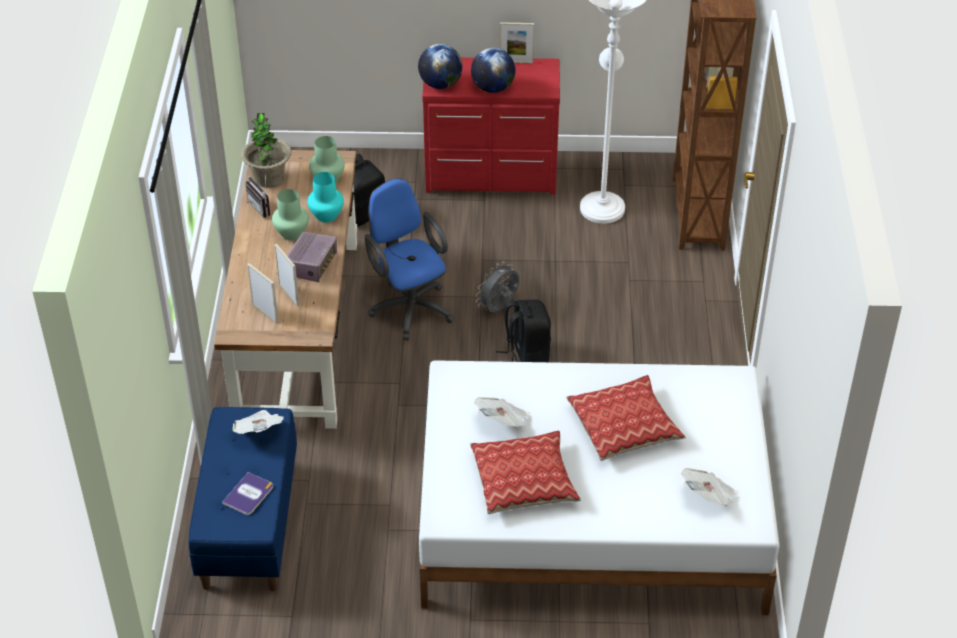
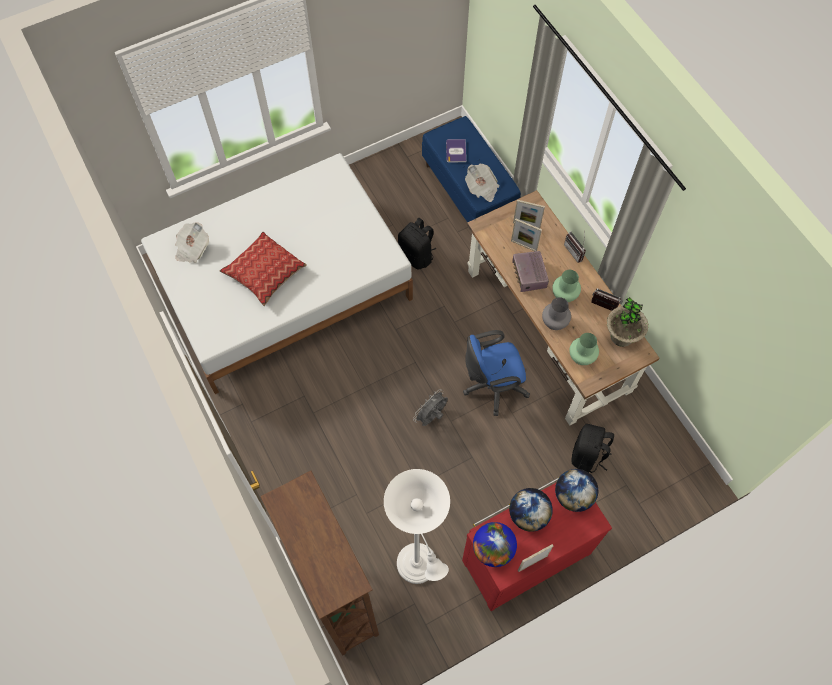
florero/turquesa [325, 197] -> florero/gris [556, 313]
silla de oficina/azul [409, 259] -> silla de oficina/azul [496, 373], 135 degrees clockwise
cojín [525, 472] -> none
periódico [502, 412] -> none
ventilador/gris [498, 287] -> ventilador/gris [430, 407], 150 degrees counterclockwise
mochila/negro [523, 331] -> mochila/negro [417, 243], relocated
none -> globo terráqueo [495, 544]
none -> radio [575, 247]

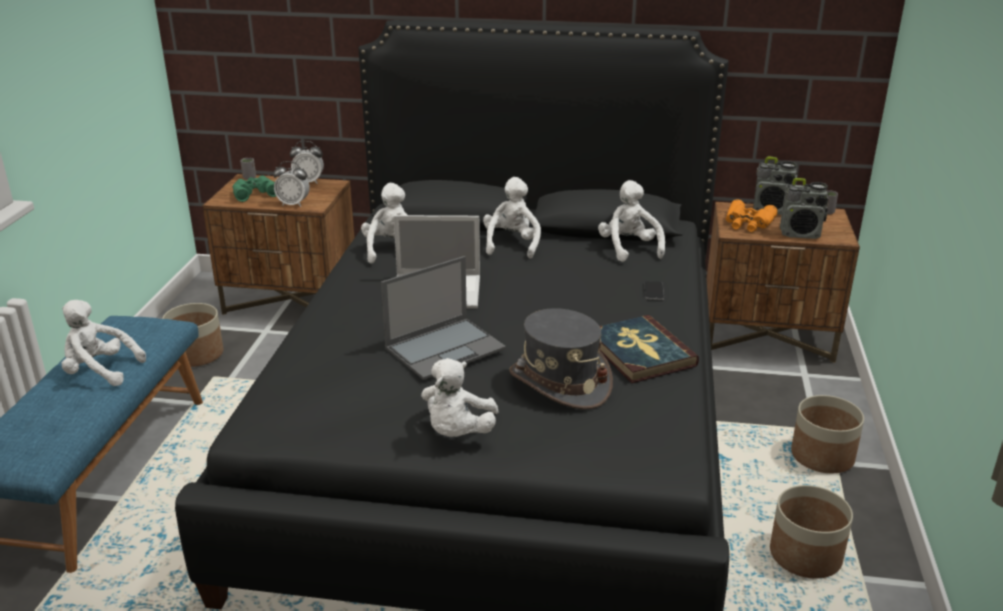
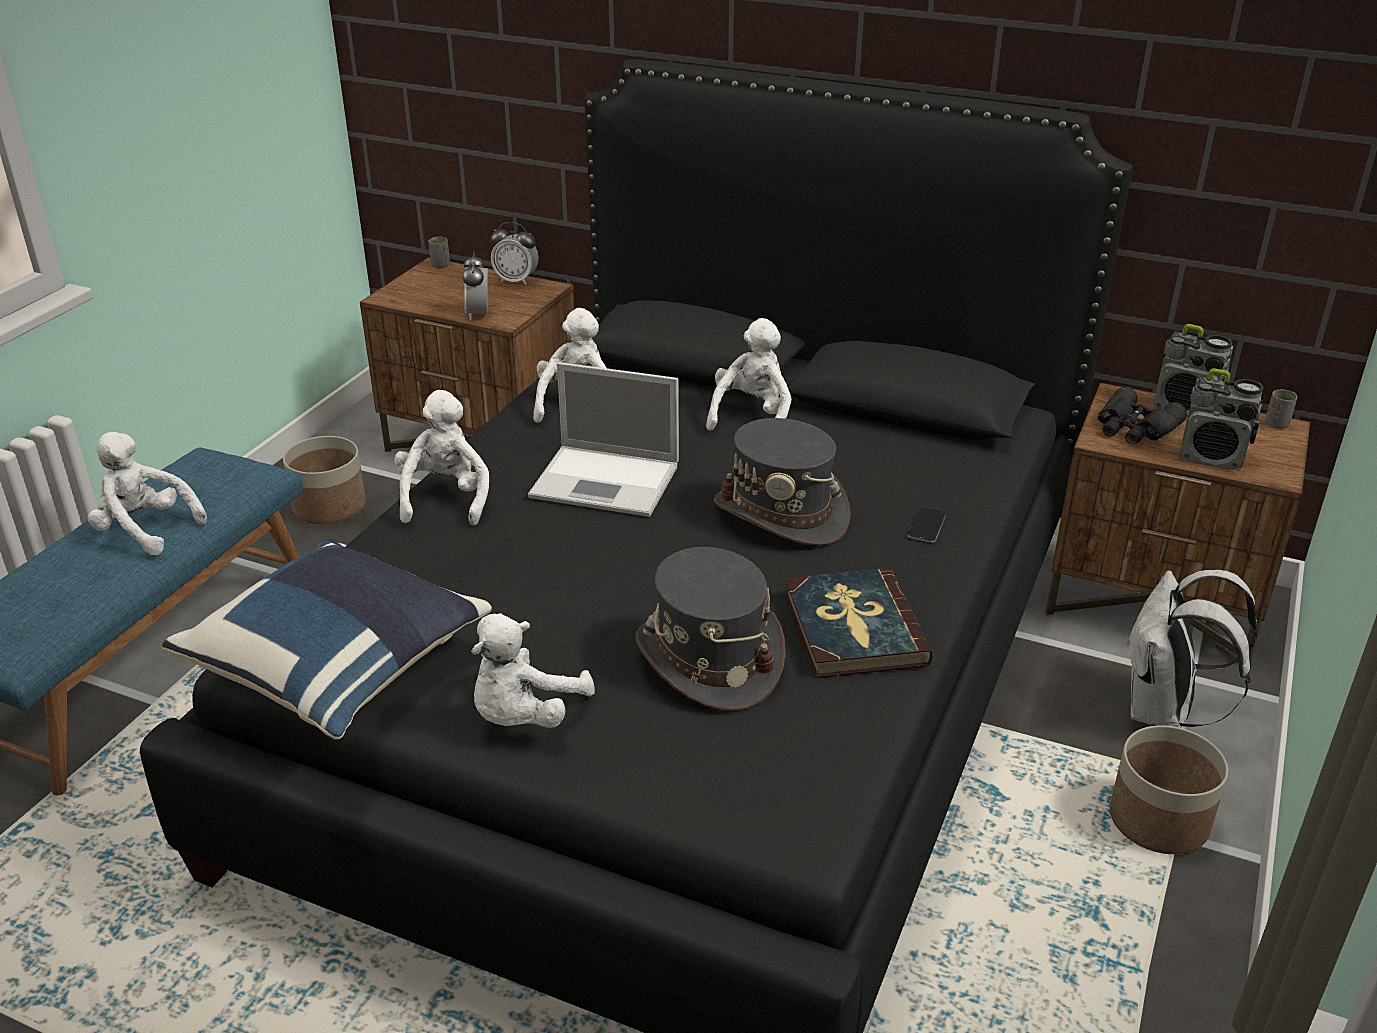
prismáticos/verde [254, 188] -> none
despertador [291, 184] -> despertador [475, 286], 60 degrees clockwise
portátil [443, 318] -> none
peluche/blanco [631, 221] -> peluche/blanco [441, 458], relocated
prismáticos/naranja [752, 215] -> prismáticos/negro [1142, 415]
maceta [811, 532] -> none
none -> cojín/azul [327, 639]
none -> sombrero/gris [782, 482]
none -> mochila/blanco [1191, 649]

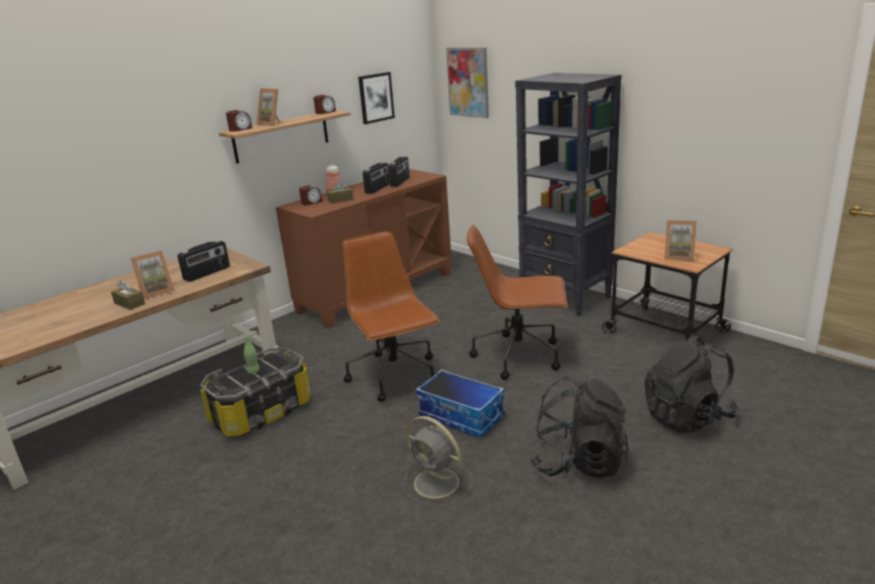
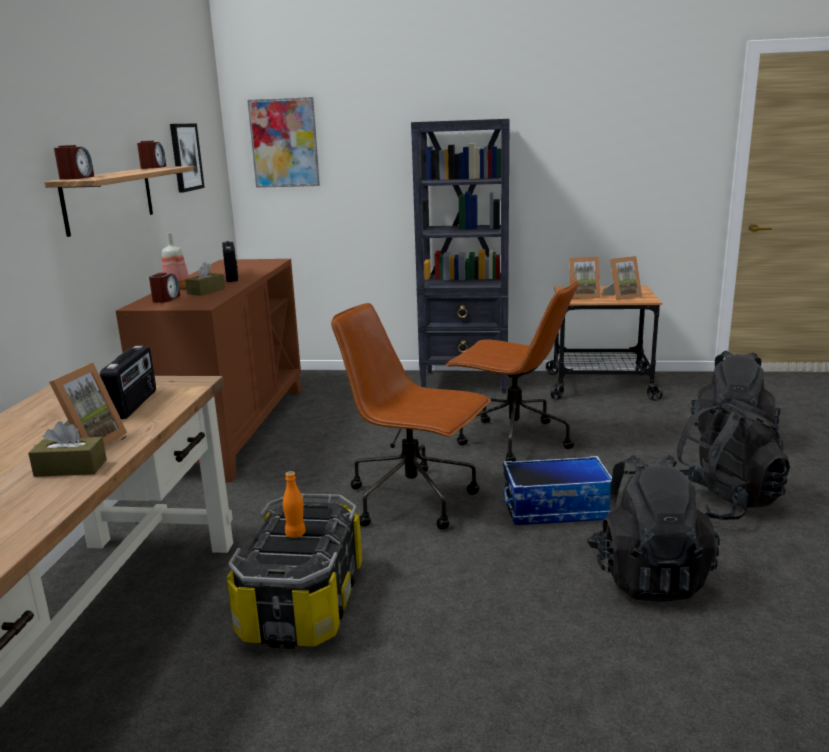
botella/verde [252, 354] -> botella/naranja [294, 504]
portarretratos [268, 107] -> portarretratos [584, 278], relocated
radio [399, 171] -> none
ventilador/gris [438, 461] -> mochila/negro [653, 528]
silla de oficina/marrón [517, 302] -> silla de oficina/marrón [511, 370], 120 degrees counterclockwise

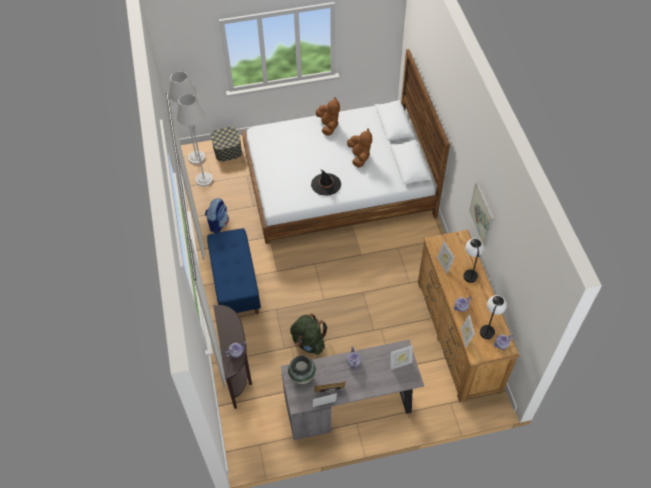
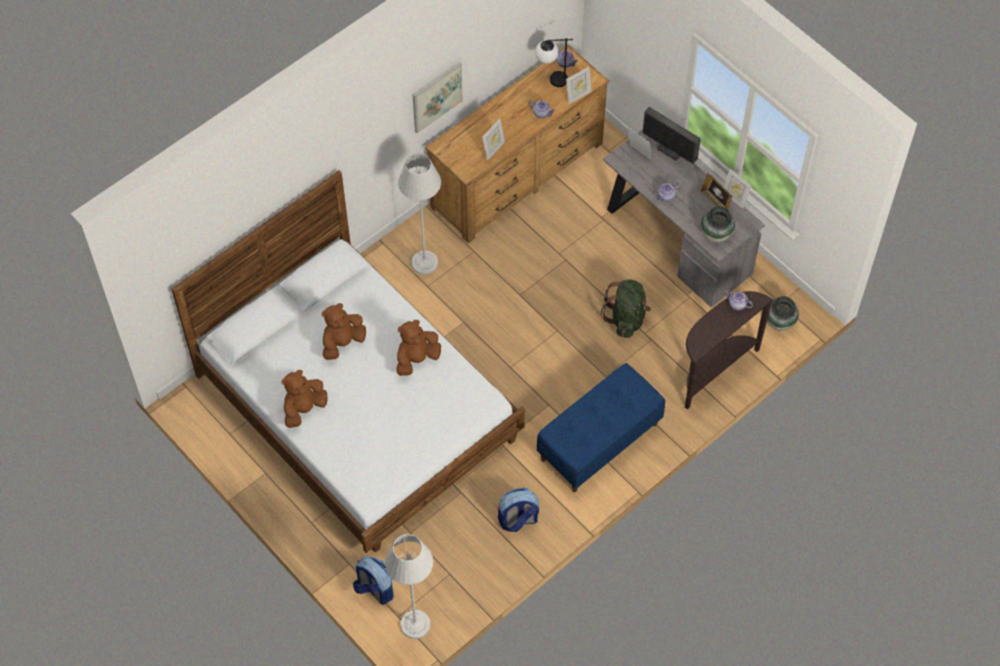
lámpara de pie/gris [194, 140] -> lámpara de pie/gris [419, 213], relocated
caja de almacenaje [226, 144] -> mochila [373, 580]
sombrero/negro [326, 182] -> peluche/marrón [418, 348]
lámpara de mesa [473, 260] -> none
none -> monitor [671, 135]
none -> florero [783, 313]

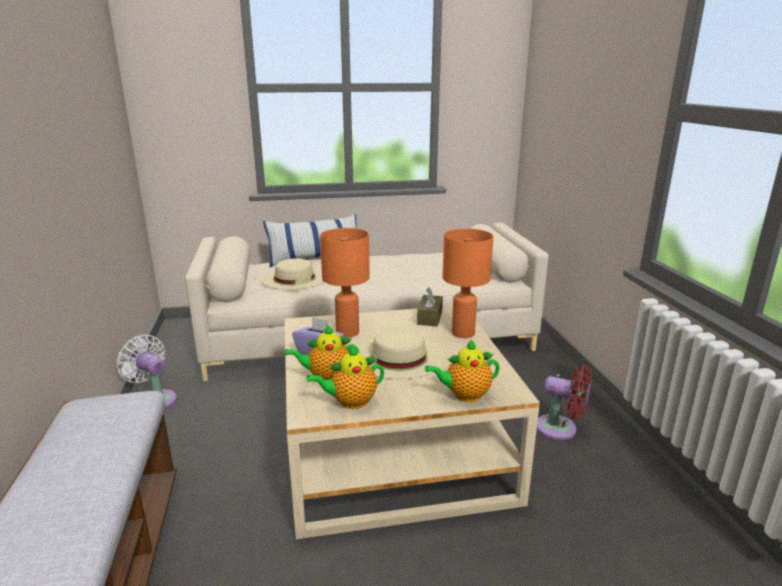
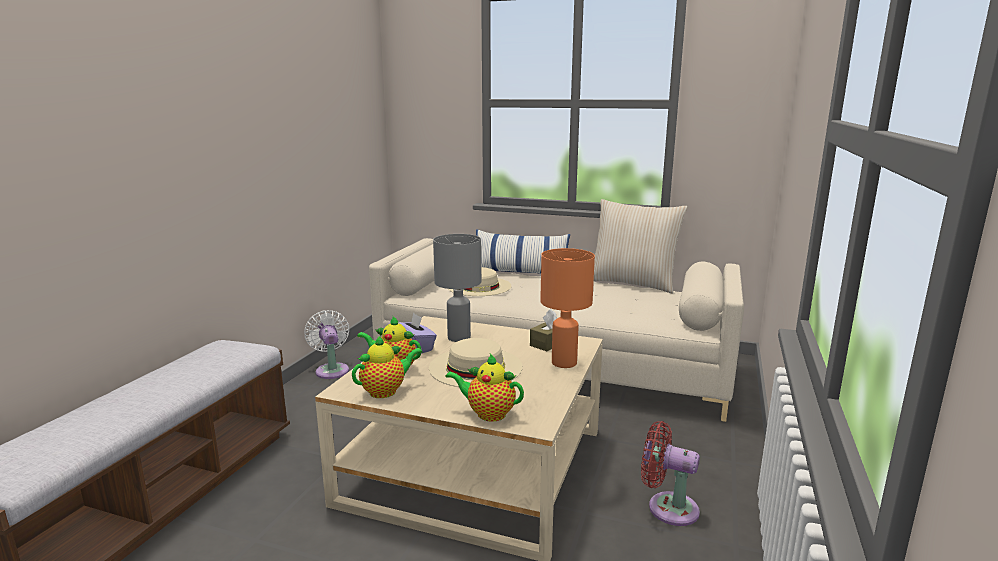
tetera [345, 377] -> tetera [387, 366], 135 degrees clockwise
lámpara de mesa/naranja [345, 282] -> lámpara de mesa/gris [457, 288]
ventilador/rojo [564, 402] -> ventilador/rojo [670, 473], 150 degrees clockwise
none -> cojín/beis [640, 246]

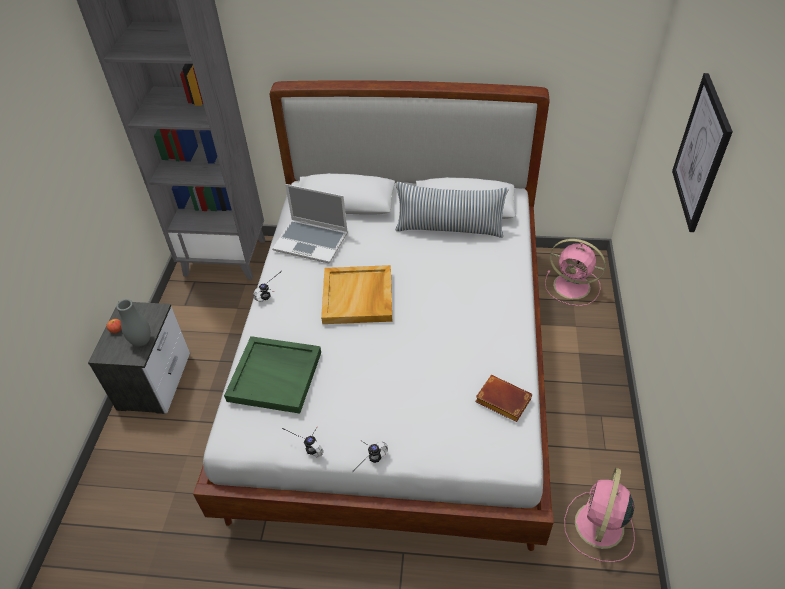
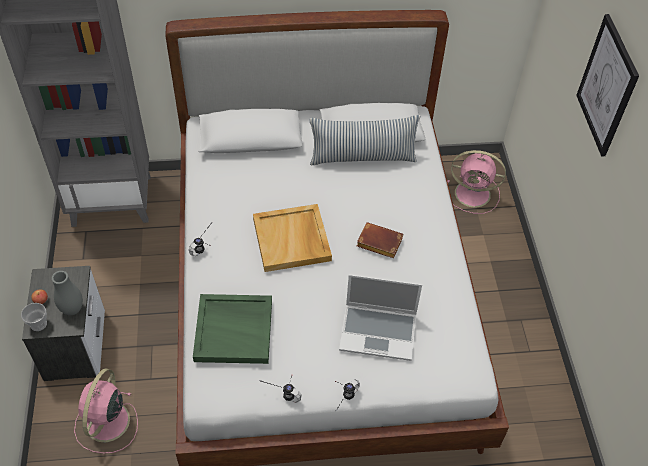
portátil [310, 224] -> portátil [380, 317], relocated
libro/marrón [503, 398] -> libro/marrón [380, 240], relocated
ventilador/rosa [599, 515] -> ventilador/rosa [106, 411], relocated
none -> taza [34, 317]

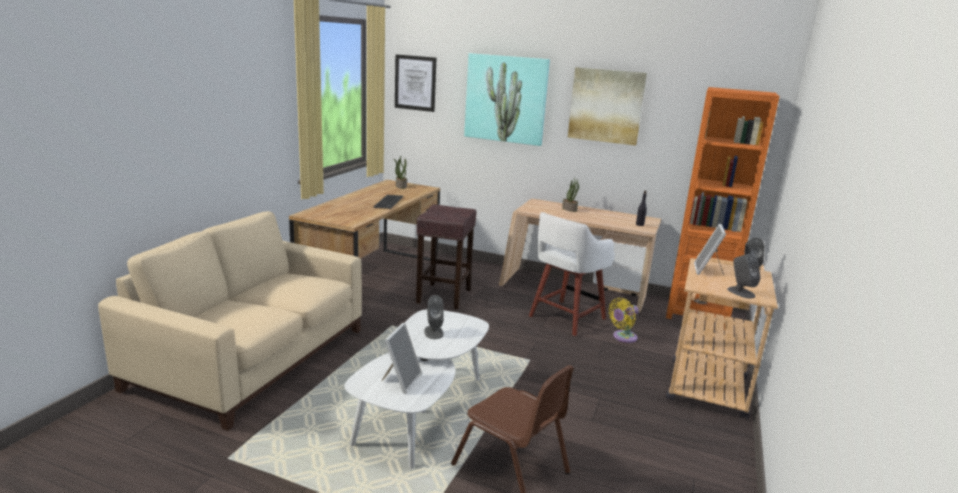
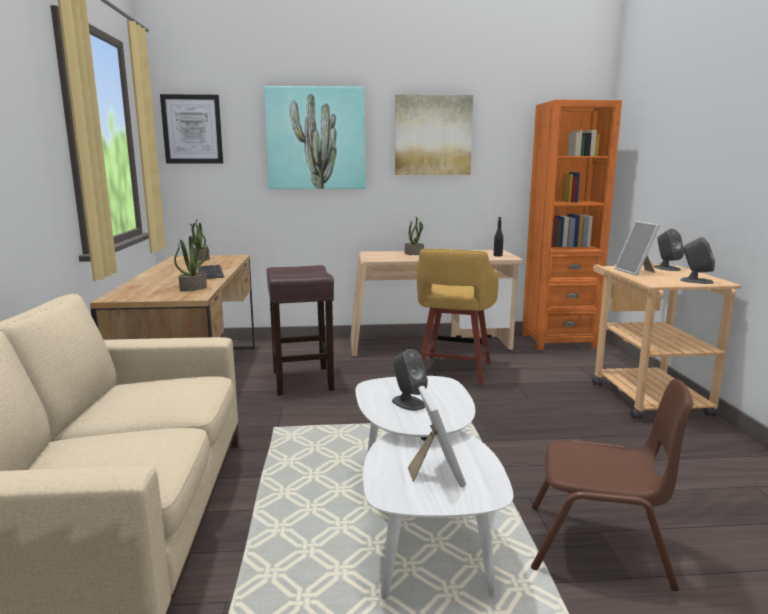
taburete/blanco [572, 274] -> taburete/amarillo [457, 317]
ventilador/amarillo [623, 320] -> none
none -> planta en maceta [191, 263]

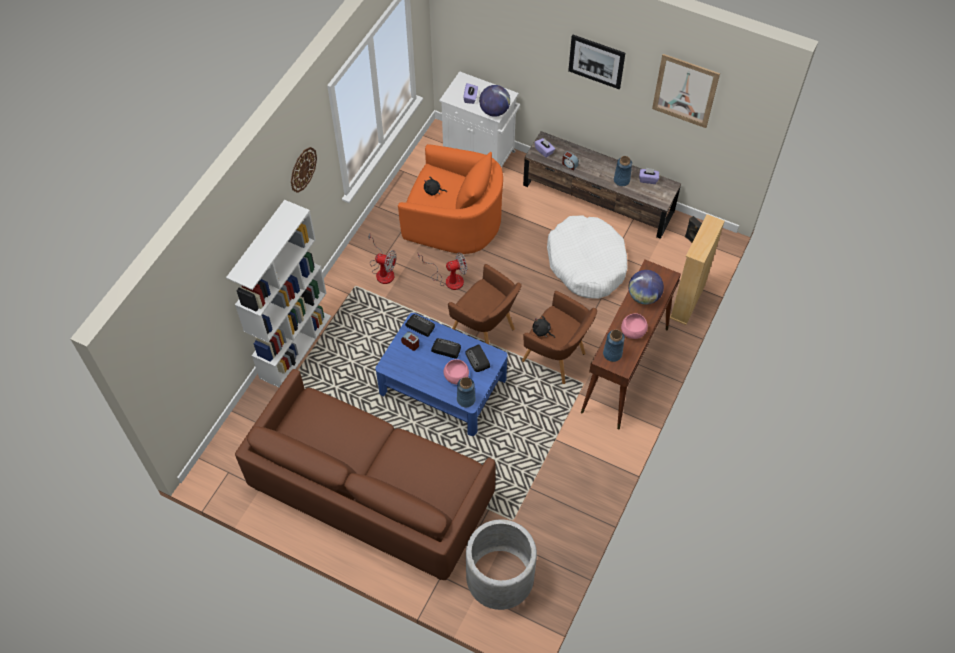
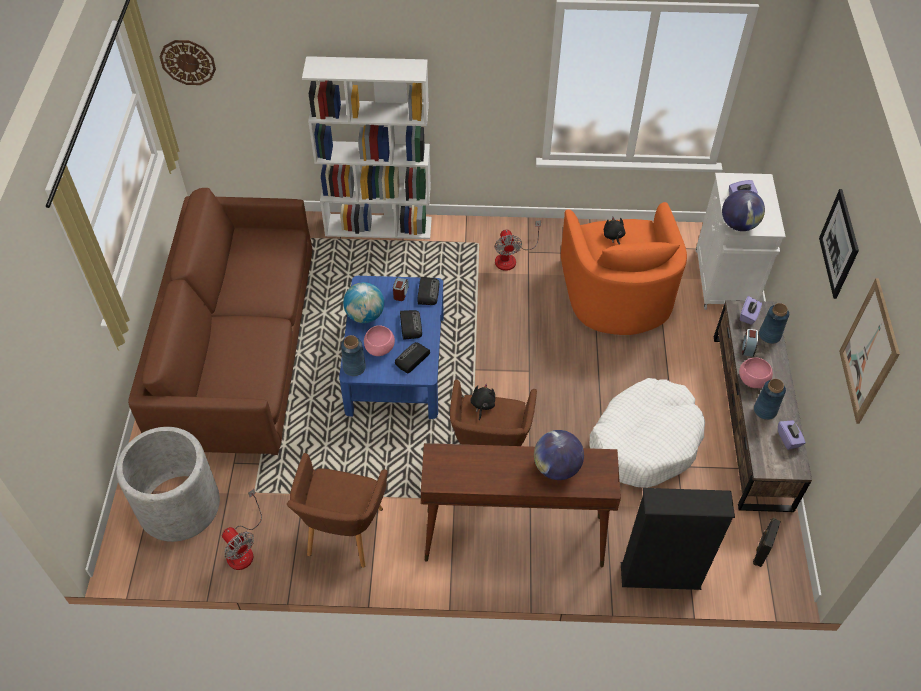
reloj de pared [304, 170] -> reloj de pared [187, 62], relocated
ventilador [442, 271] -> ventilador [242, 529], relocated
sillón/marrón [485, 304] -> sillón/marrón [337, 510], relocated
florero/azul [614, 346] -> florero/azul [774, 323], relocated
cuenco/rosa [634, 326] -> cuenco/rosa [756, 373], relocated
estantería/beis [697, 269] -> estantería/negro [678, 539]
none -> globo terráqueo [363, 302]

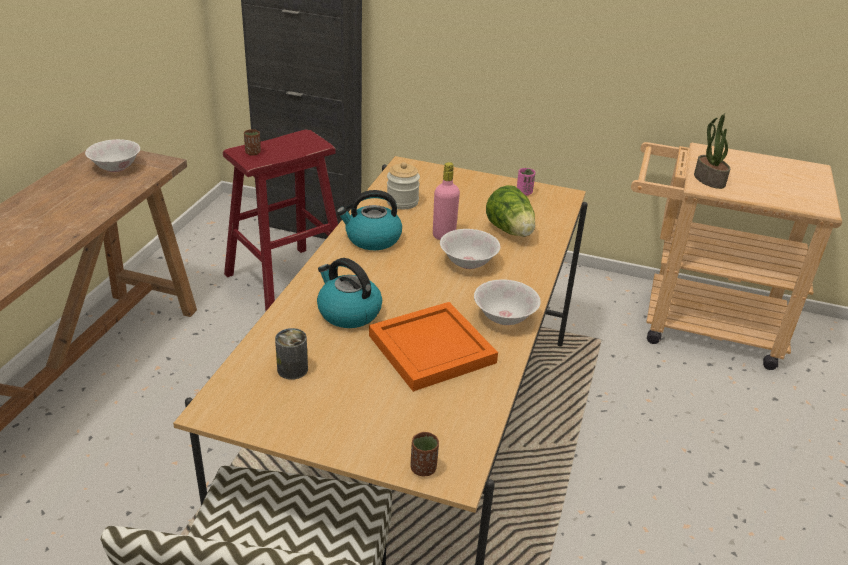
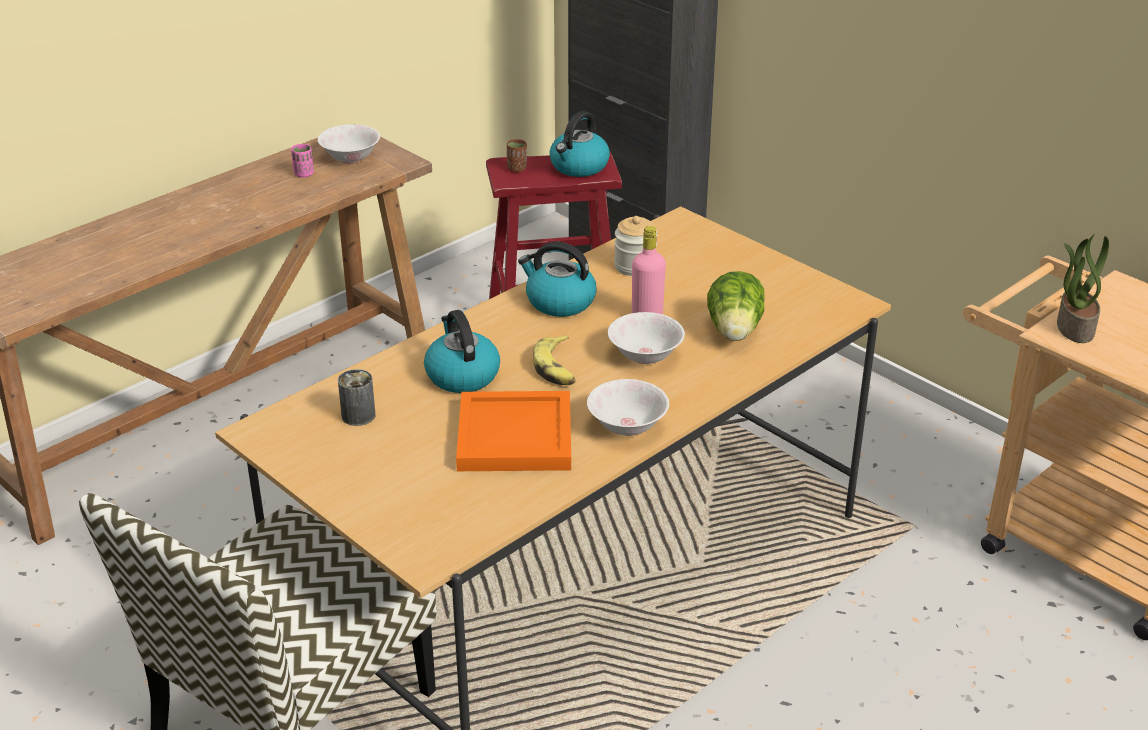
taza/marrón [424, 454] -> none
taza/rosa [526, 182] -> taza/rosa [302, 161], relocated
none -> plátano [554, 360]
none -> hervidor [579, 144]

